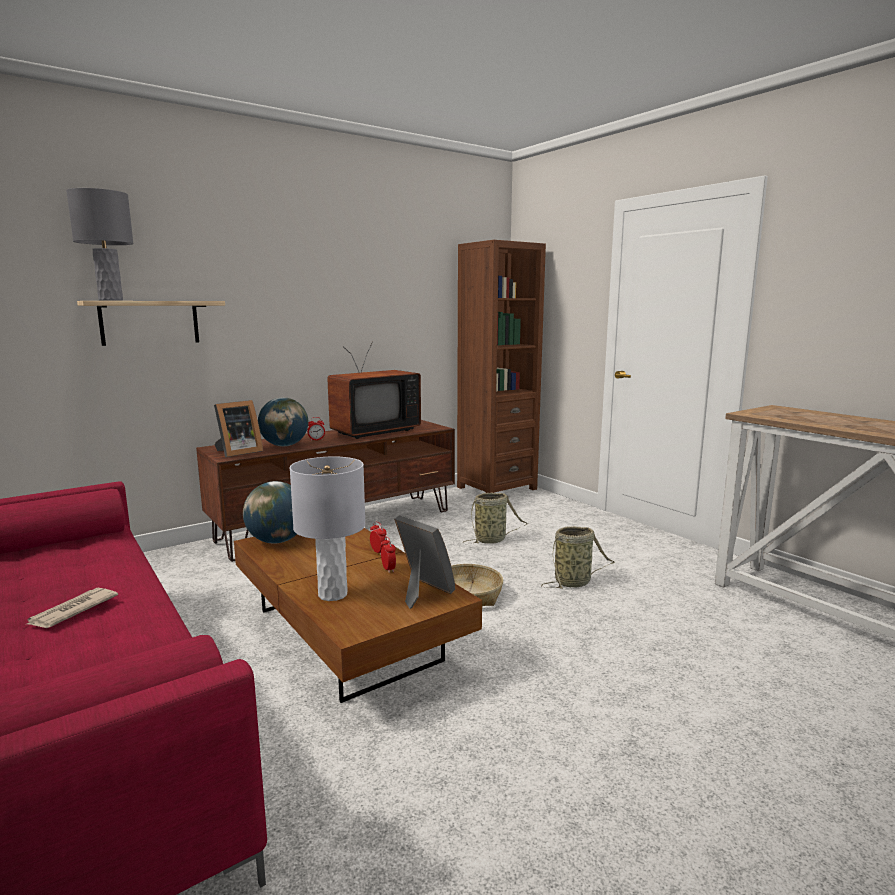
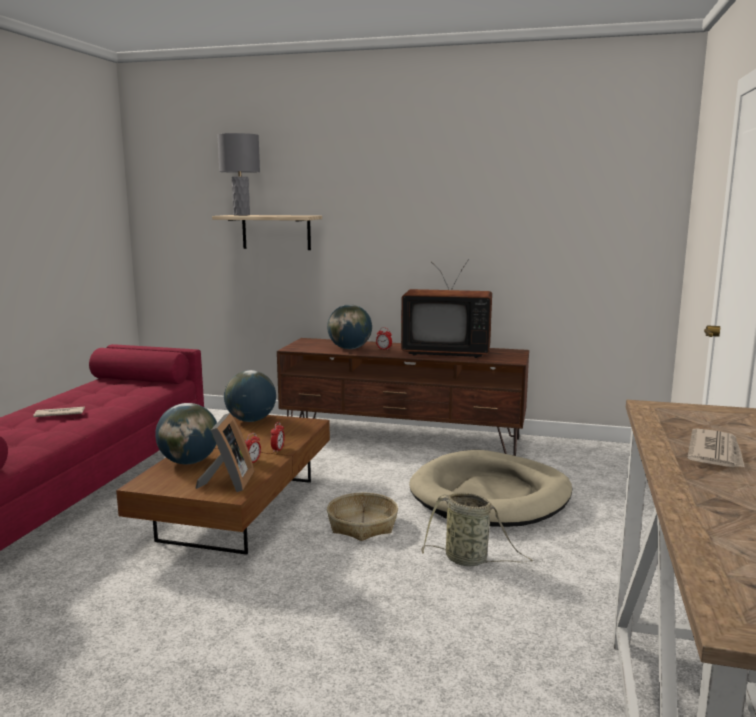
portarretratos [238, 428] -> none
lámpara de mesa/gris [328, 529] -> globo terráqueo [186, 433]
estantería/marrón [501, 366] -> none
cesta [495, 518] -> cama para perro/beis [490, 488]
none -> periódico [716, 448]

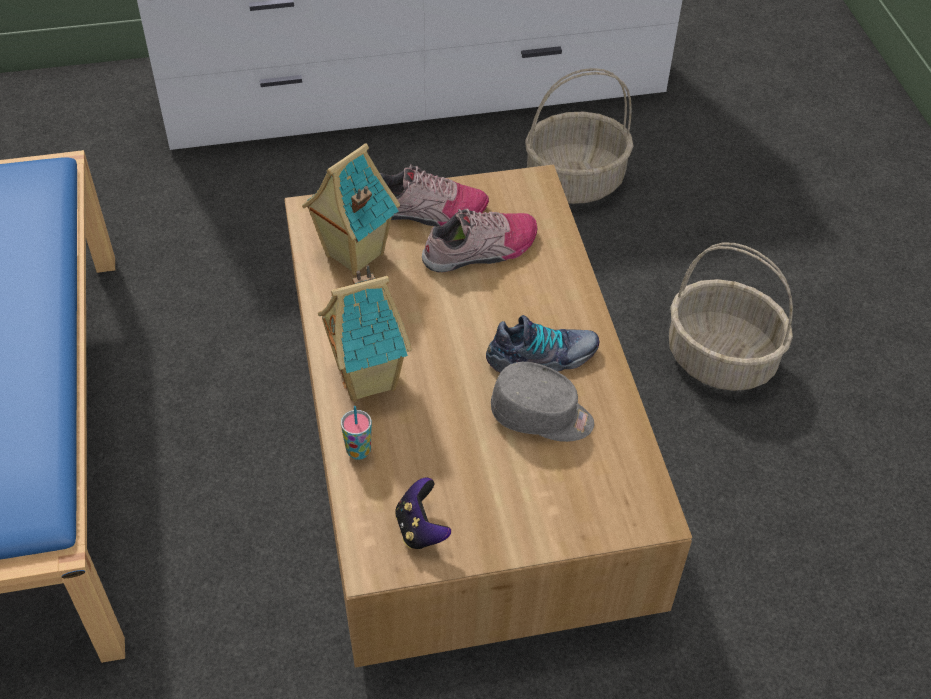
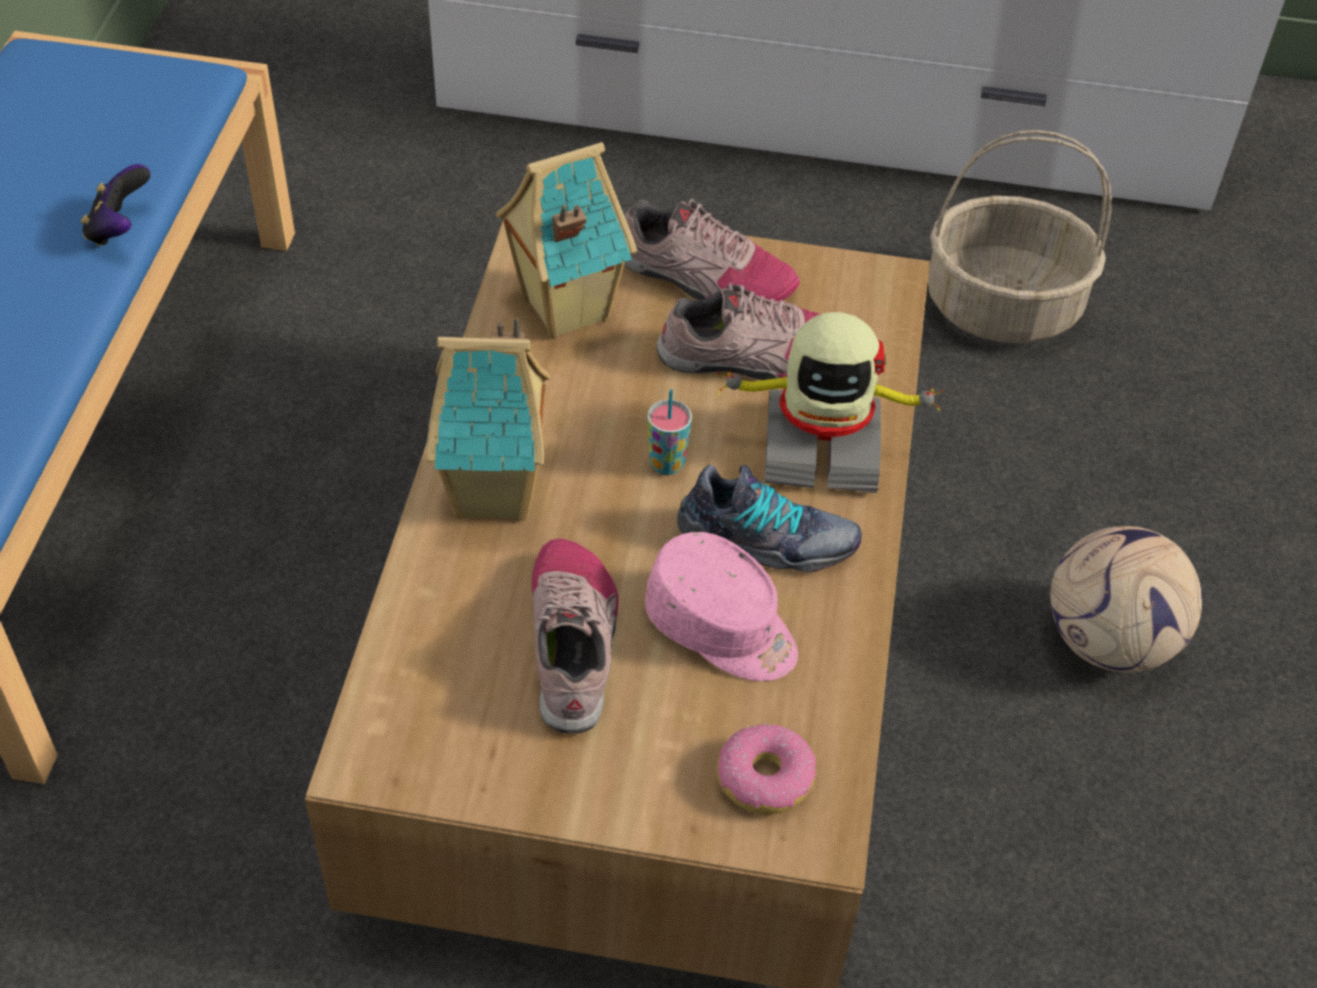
taza [356, 433] -> taza [669, 432], relocated
mando de consola [423, 513] -> mando de consola [115, 205], relocated
gorra/gris [542, 402] -> gorra/rosa [721, 606]
cesta [731, 316] -> balón de fútbol [1126, 599]
none -> zapato [575, 636]
none -> robot de juguete [830, 402]
none -> rosquilla [766, 769]

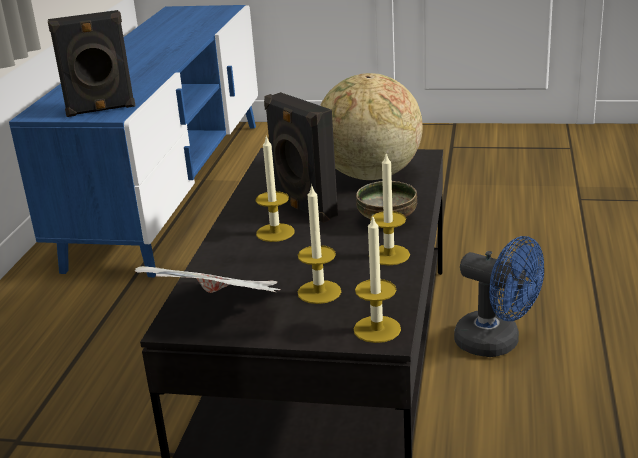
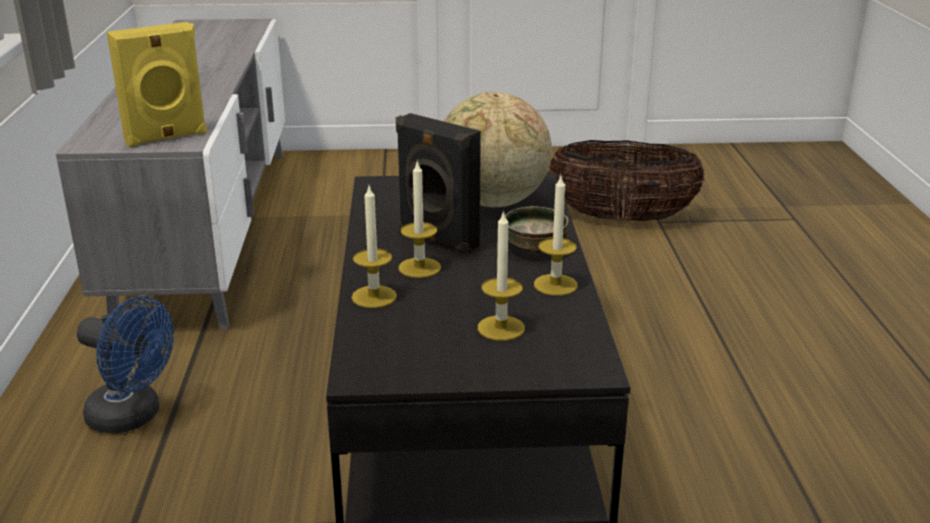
mueble de televisión/azul [133, 141] -> mueble de televisión/gris [170, 174]
altavoz/negro [91, 63] -> altavoz/amarillo [157, 84]
periódico [207, 279] -> none
vela [377, 279] -> vela [374, 247], relocated
ventilador/azul [499, 296] -> ventilador/azul [125, 365], relocated
none -> cesta [627, 180]

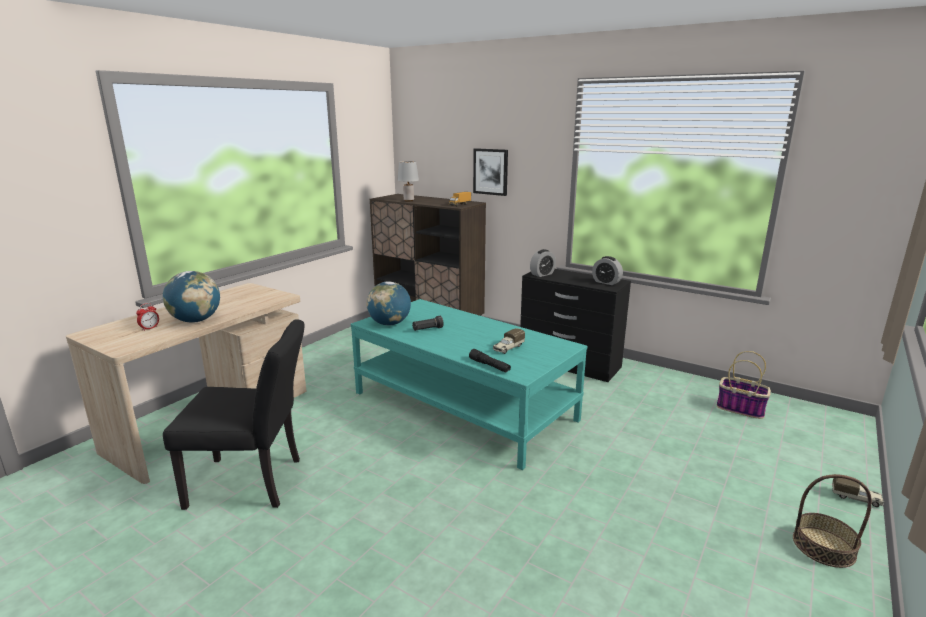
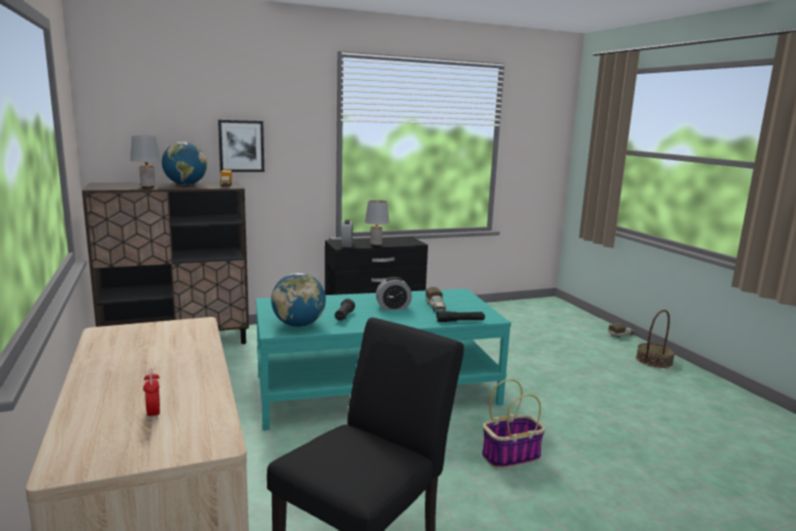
globo terráqueo [191, 296] -> globo terráqueo [184, 163], relocated
despertador [607, 270] -> despertador [394, 293], relocated
cesta [744, 385] -> cesta [513, 424], relocated
none -> lámpara de mesa/gris [377, 223]

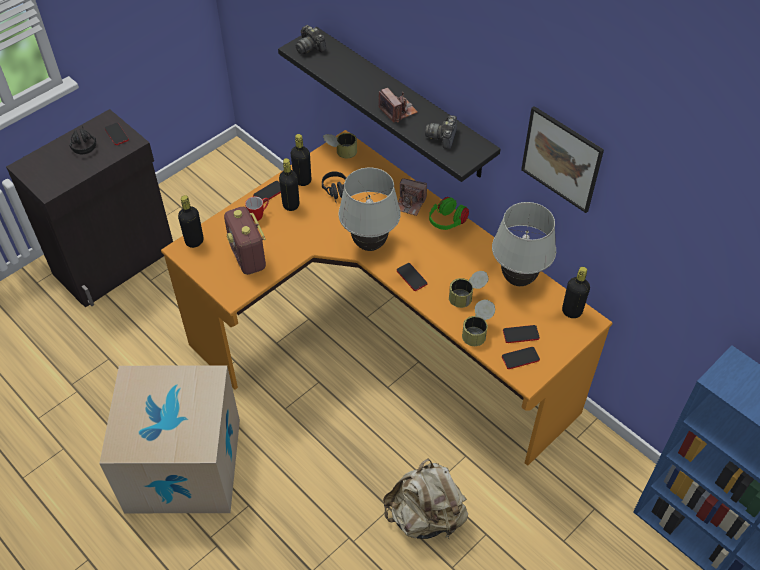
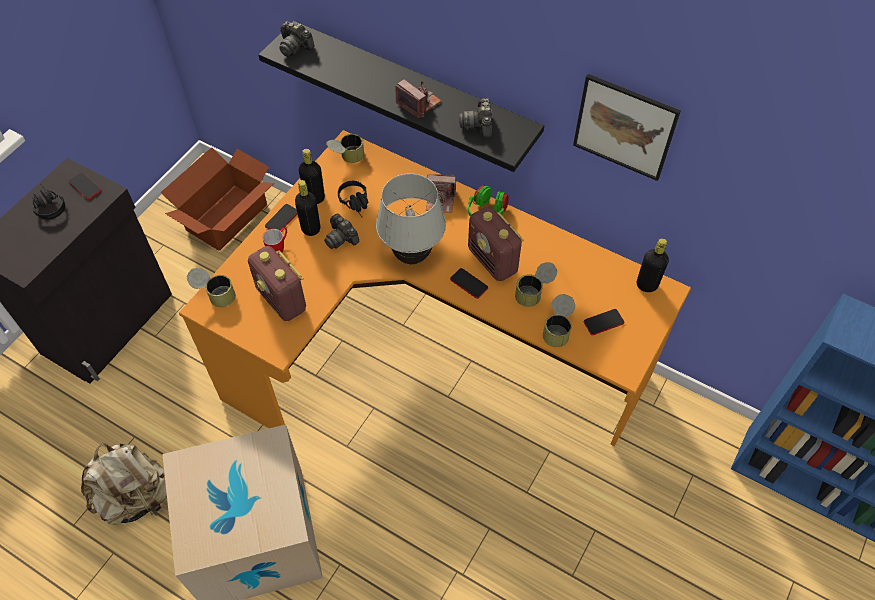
botella/negro [190, 221] -> lata [211, 287]
mochila/beis [425, 499] -> mochila/beis [124, 483], relocated
lámpara de mesa/blanco [524, 244] -> none
móvil [521, 358] -> none
none -> caja de cartón [217, 199]
none -> cámara [341, 231]
none -> radio [496, 244]

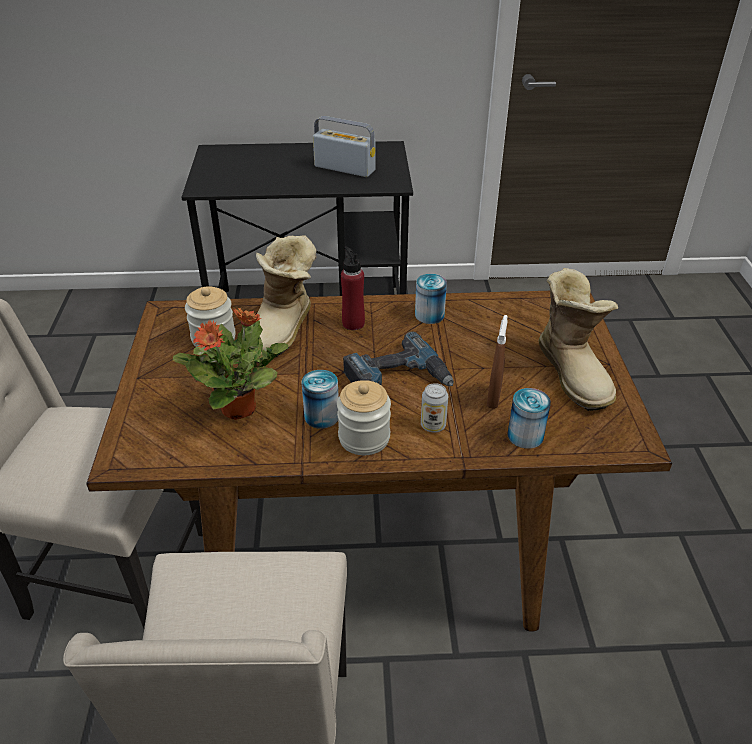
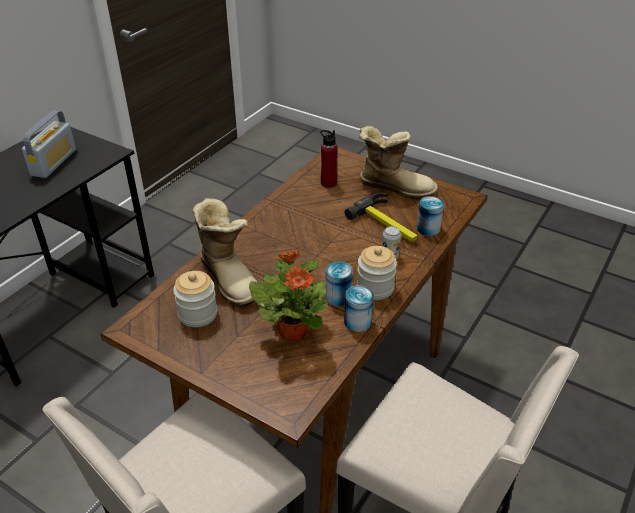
radio [344, 146] -> radio [49, 144], 135 degrees clockwise
botella/rojo [353, 288] -> botella/rojo [329, 159], relocated
taladro [398, 358] -> none
lata [431, 299] -> lata [359, 308], relocated
pulverizador/marrón [497, 362] -> martillo [381, 217]

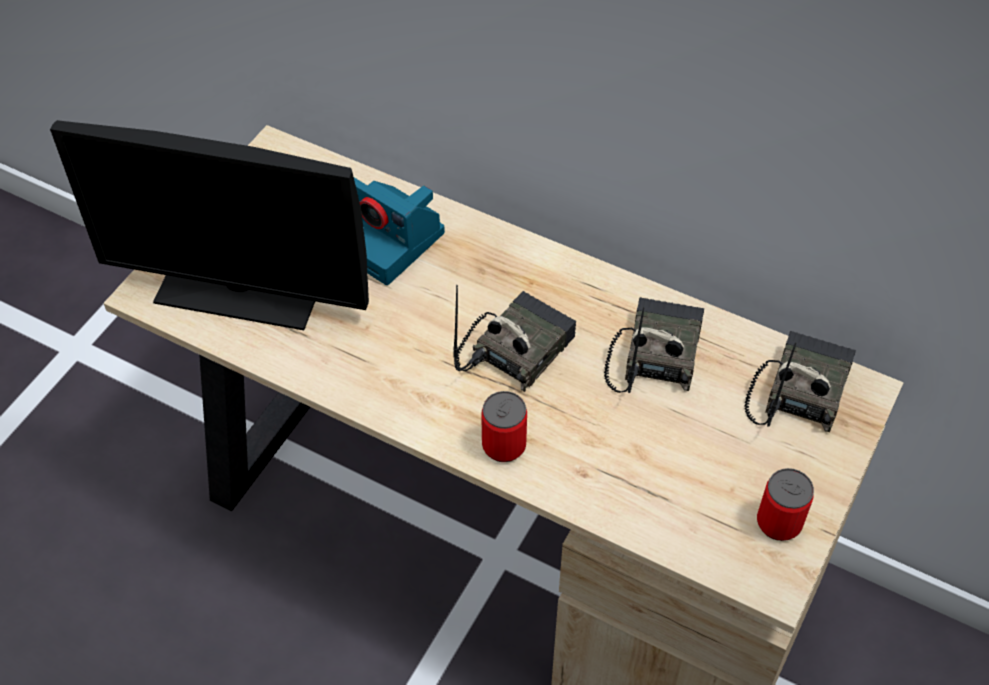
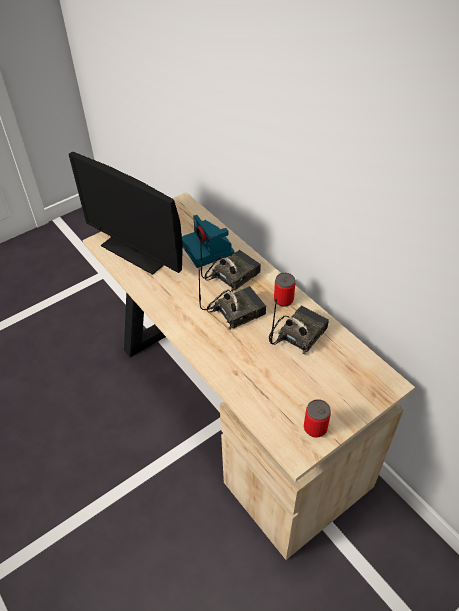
lata [504, 426] -> lata [285, 290], relocated
radio [800, 381] -> radio [230, 261], relocated

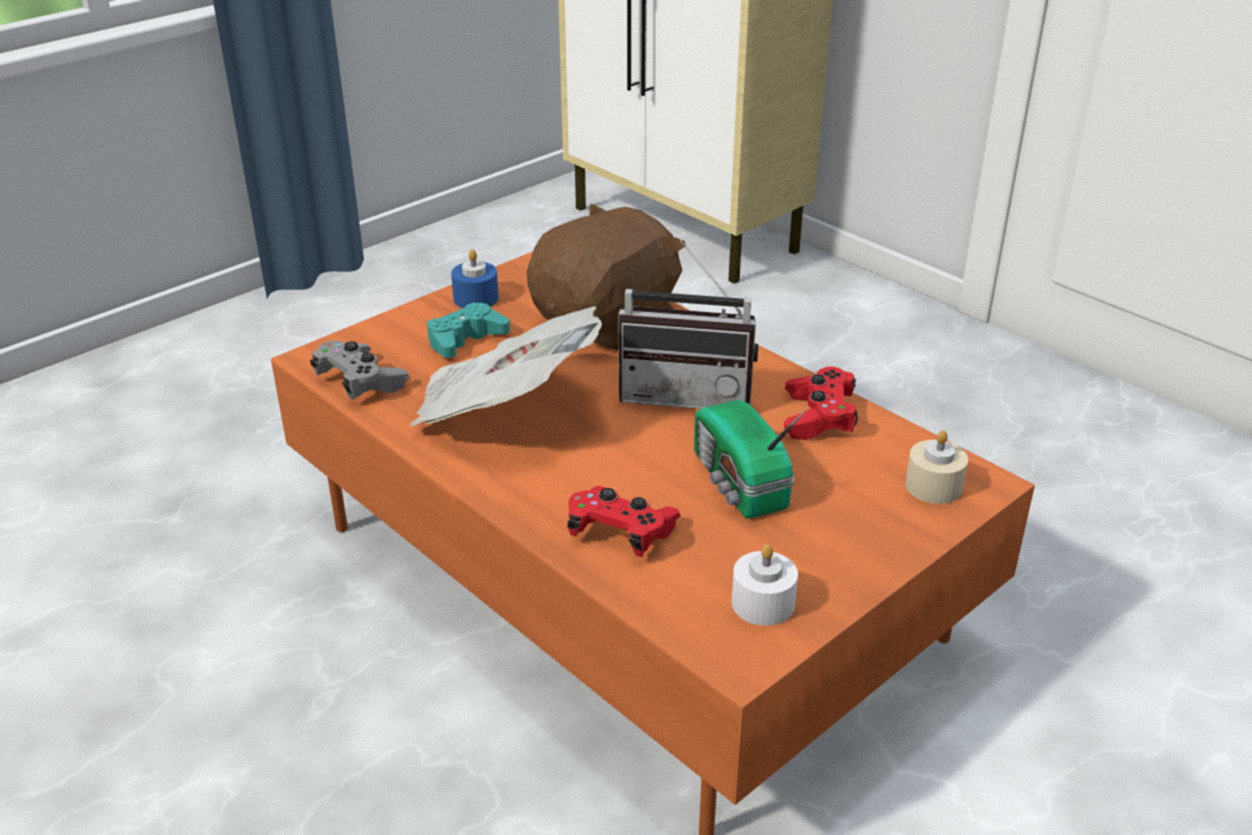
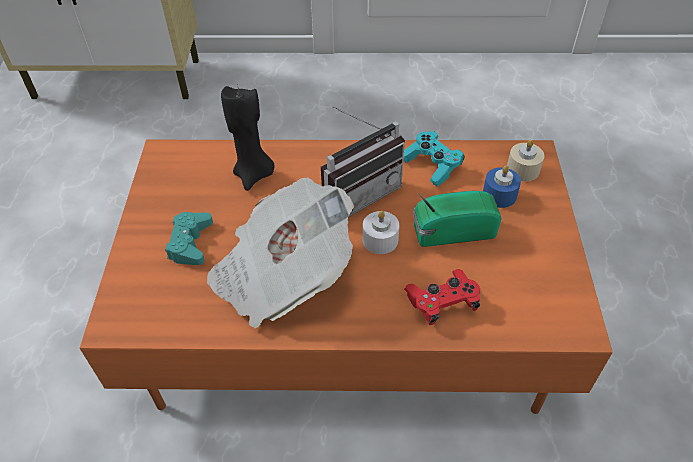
mando de consola/gris [359, 370] -> none
vela/azul [475, 278] -> vela/azul [502, 186], relocated
peluche/marrón [606, 276] -> vela/negro [248, 138]
radio [750, 459] -> radio [457, 219], 150 degrees clockwise
vela/blanco [765, 585] -> vela/blanco [381, 232], relocated
mando de consola/rojo [821, 403] -> mando de consola/turquesa [434, 158]

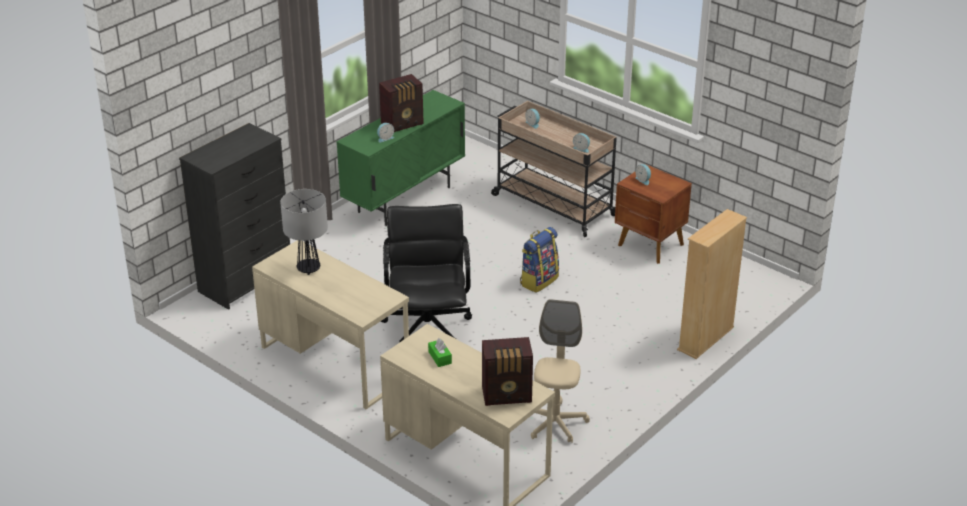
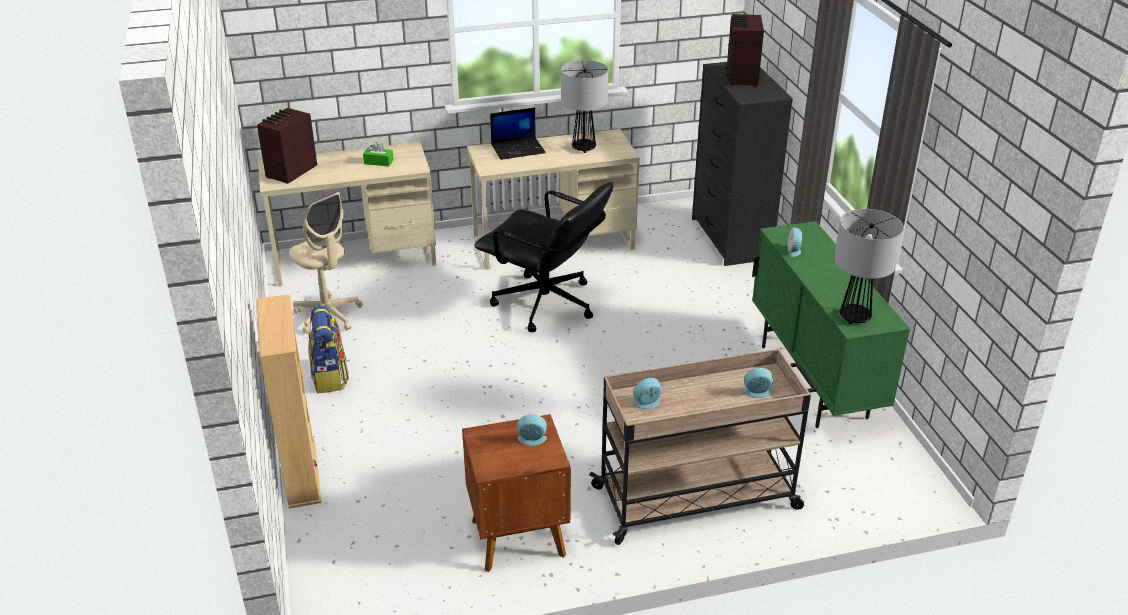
radio [401, 103] -> radio [744, 50], relocated
mochila [539, 260] -> mochila [328, 349], relocated
none -> portátil [518, 133]
none -> lámpara de mesa [869, 266]

